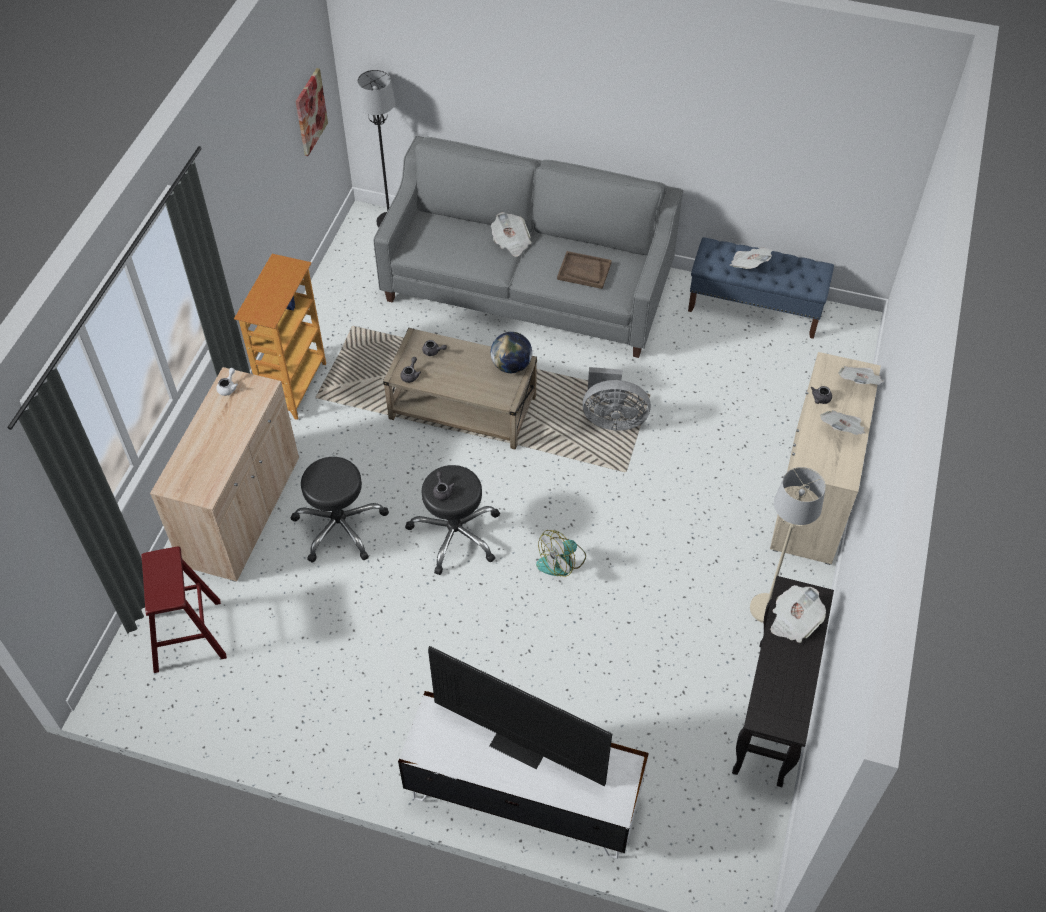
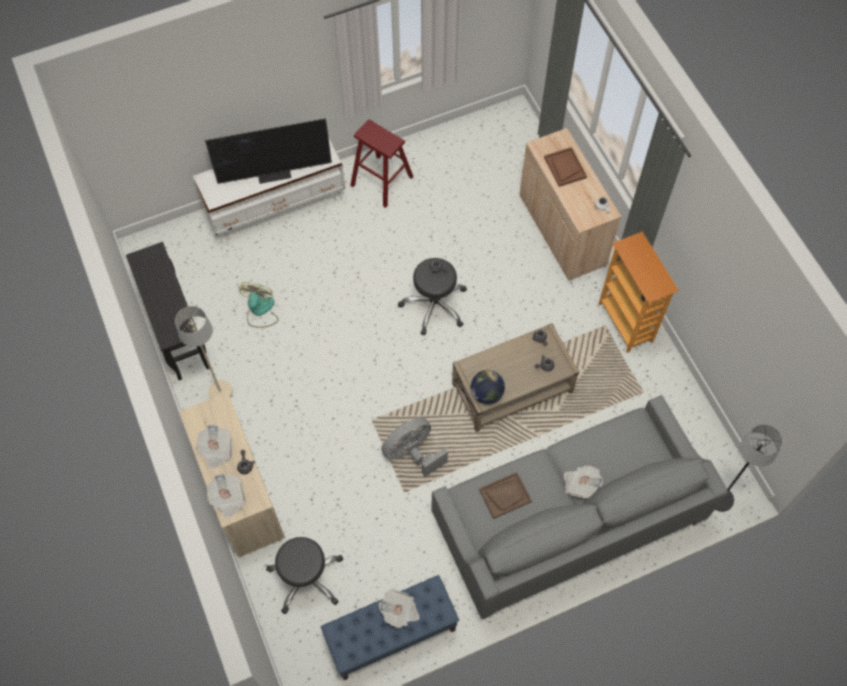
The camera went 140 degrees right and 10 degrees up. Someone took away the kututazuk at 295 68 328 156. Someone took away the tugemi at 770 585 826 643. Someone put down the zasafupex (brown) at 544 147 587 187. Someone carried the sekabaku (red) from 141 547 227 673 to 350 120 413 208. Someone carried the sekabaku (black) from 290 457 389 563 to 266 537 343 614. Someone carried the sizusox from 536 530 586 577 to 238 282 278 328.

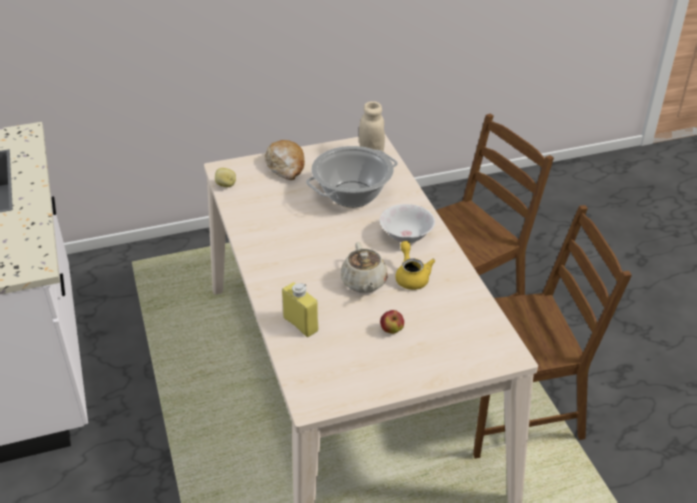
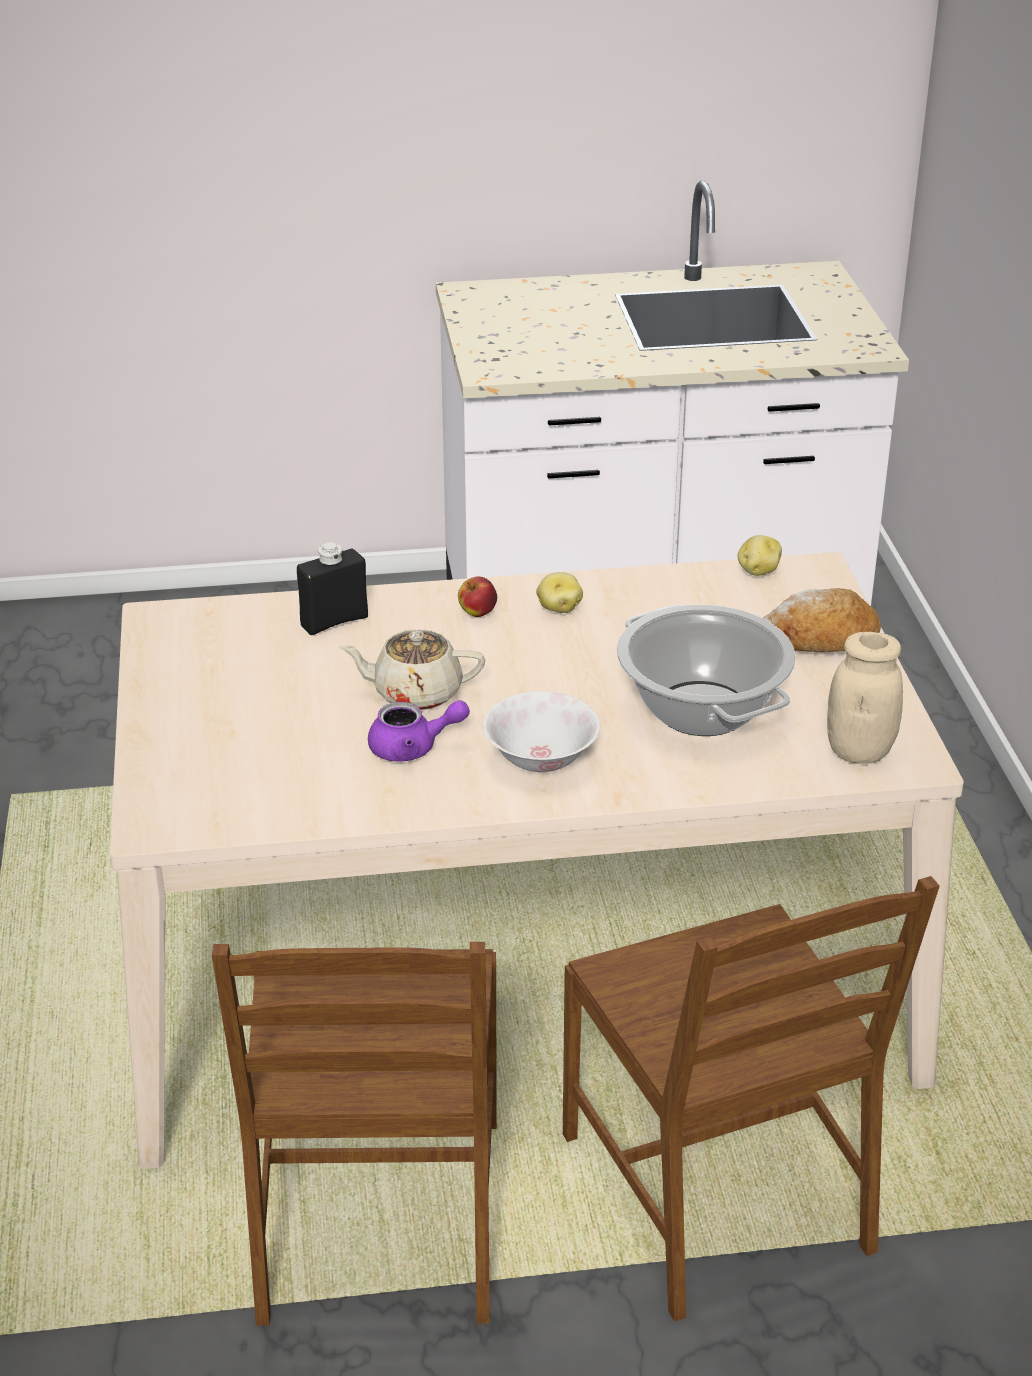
The camera went 100 degrees right and 5 degrees down. Someone put down the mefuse at 536 572 583 613. Someone carried the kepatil from 380 310 404 334 to 458 577 497 617. Someone repainted the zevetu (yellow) at 282 282 318 337, which became the zevetu (black) at 297 542 368 635. Someone repainted the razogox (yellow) at 395 241 436 290, which became the razogox (purple) at 368 700 470 762.

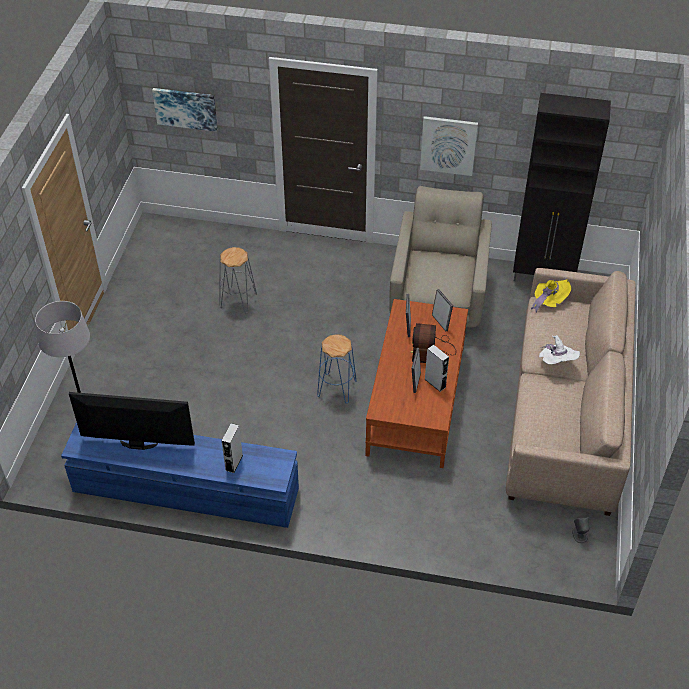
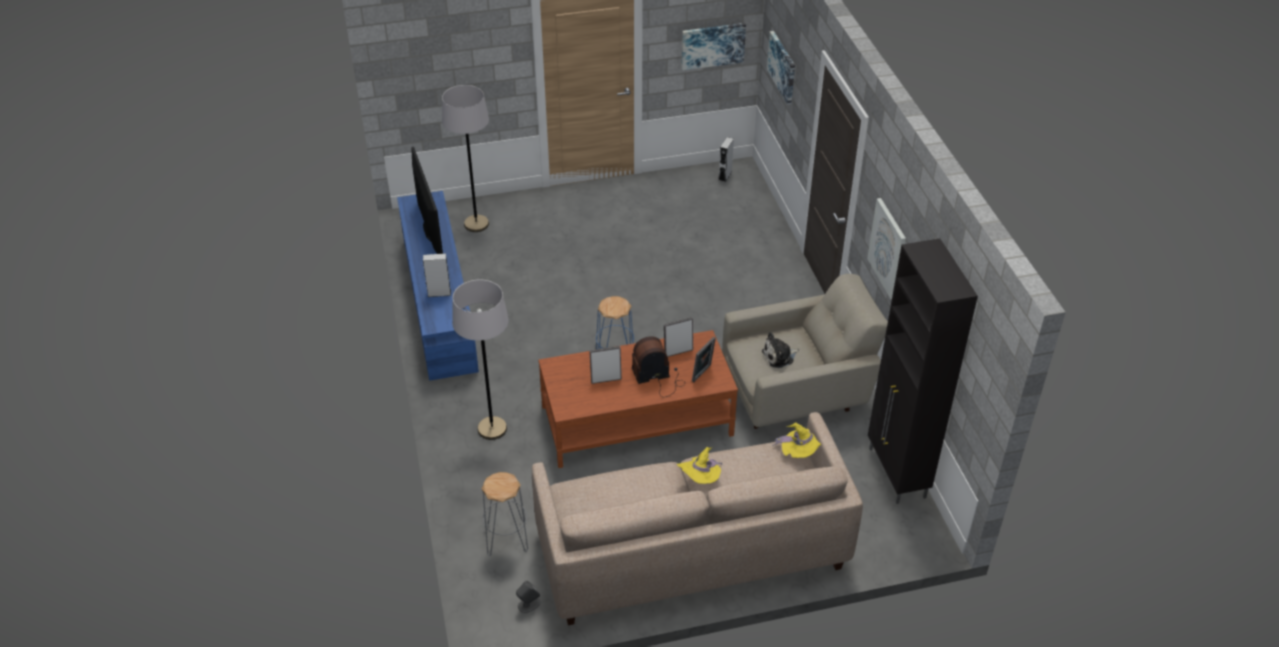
The camera went 65 degrees right and 5 degrees down. Someone put down the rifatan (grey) at 452 280 509 440. Someone put up the kututazuk at 681 23 746 70. Someone put down the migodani at 762 332 799 368. Someone carried the sekabaku (grey) from 219 247 257 313 to 482 472 528 556. Someone carried the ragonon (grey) from 425 345 449 392 to 719 137 734 182. Someone repainted the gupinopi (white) at 539 335 580 365, which became the gupinopi (yellow) at 677 447 723 484.

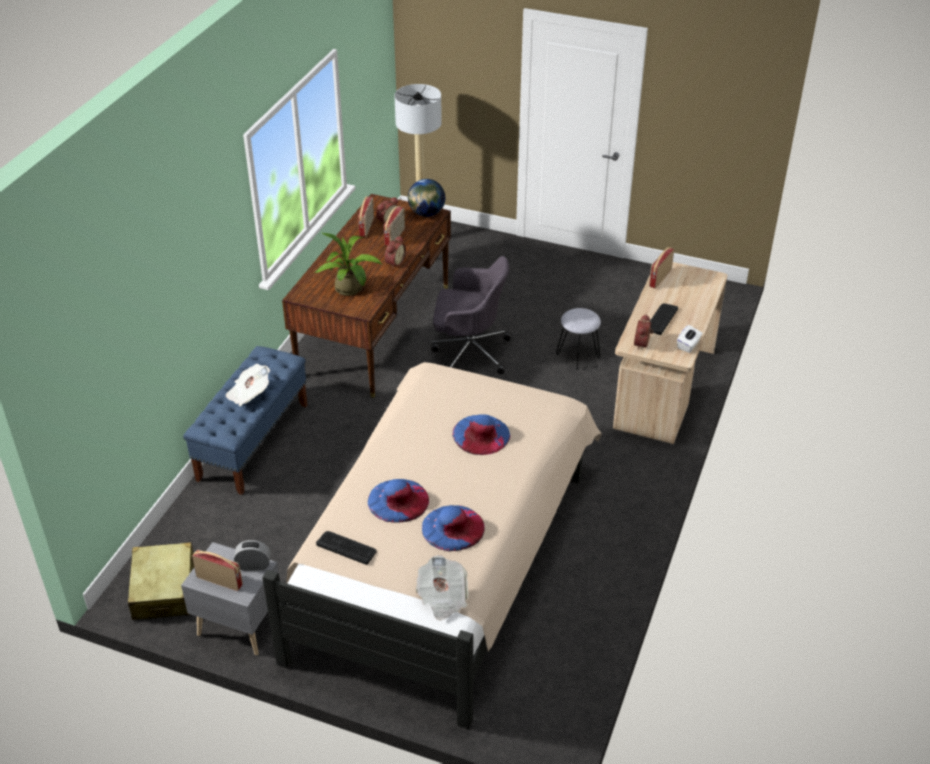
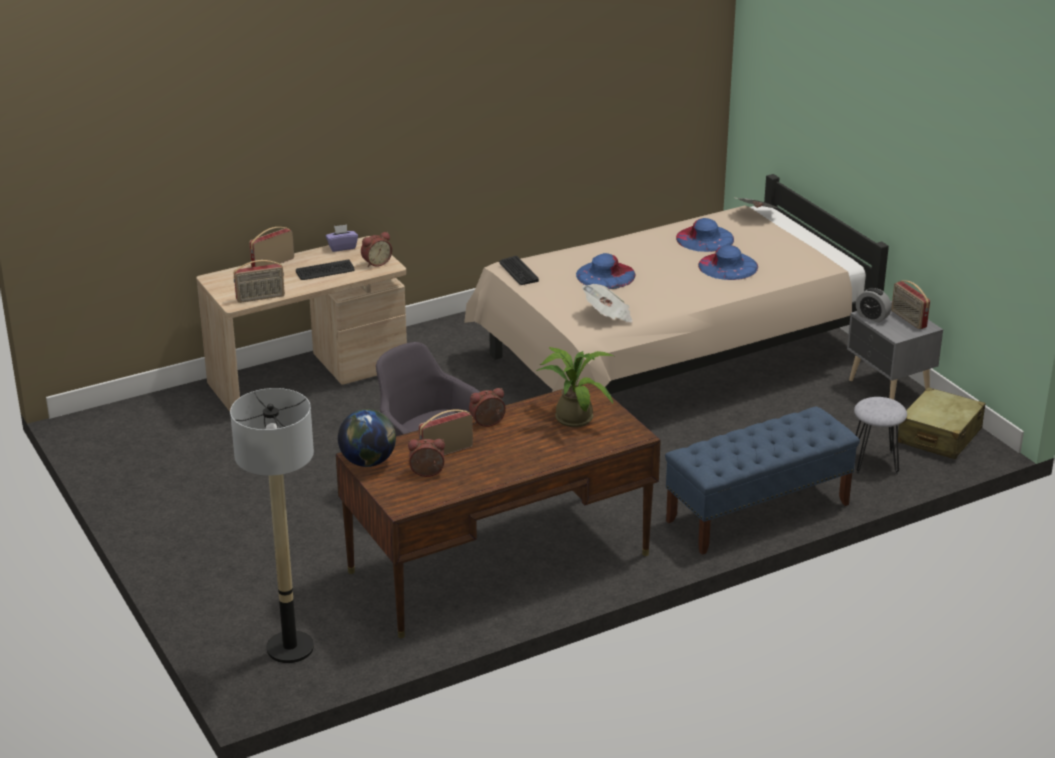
The camera went 140 degrees left and 10 degrees down. Someone carried the tugemi from 226 364 270 406 to 582 284 632 323. Someone carried the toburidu from 316 531 377 565 to 499 256 539 285. Someone carried the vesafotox from 358 196 374 237 to 249 227 294 267. Someone carried the sekabaku (grey) from 556 308 601 370 to 854 397 907 474. Someone repainted the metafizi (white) at 677 325 703 353, which became the metafizi (purple) at 326 224 358 252.

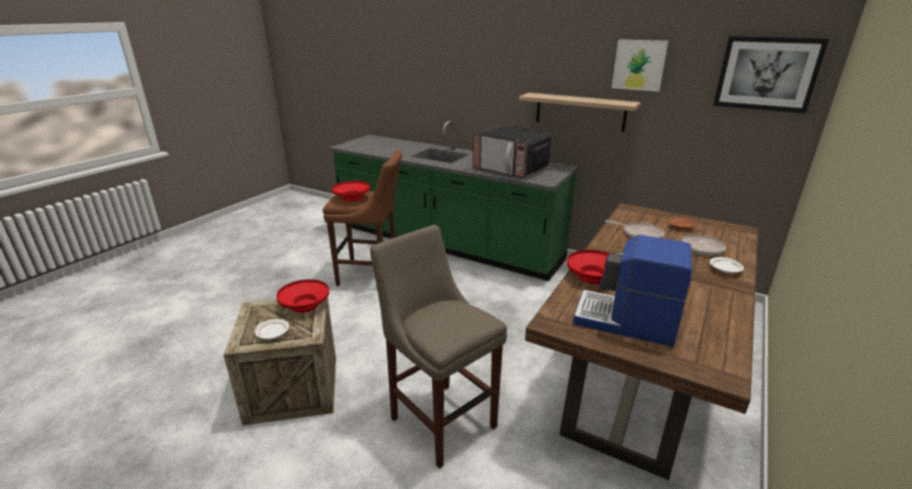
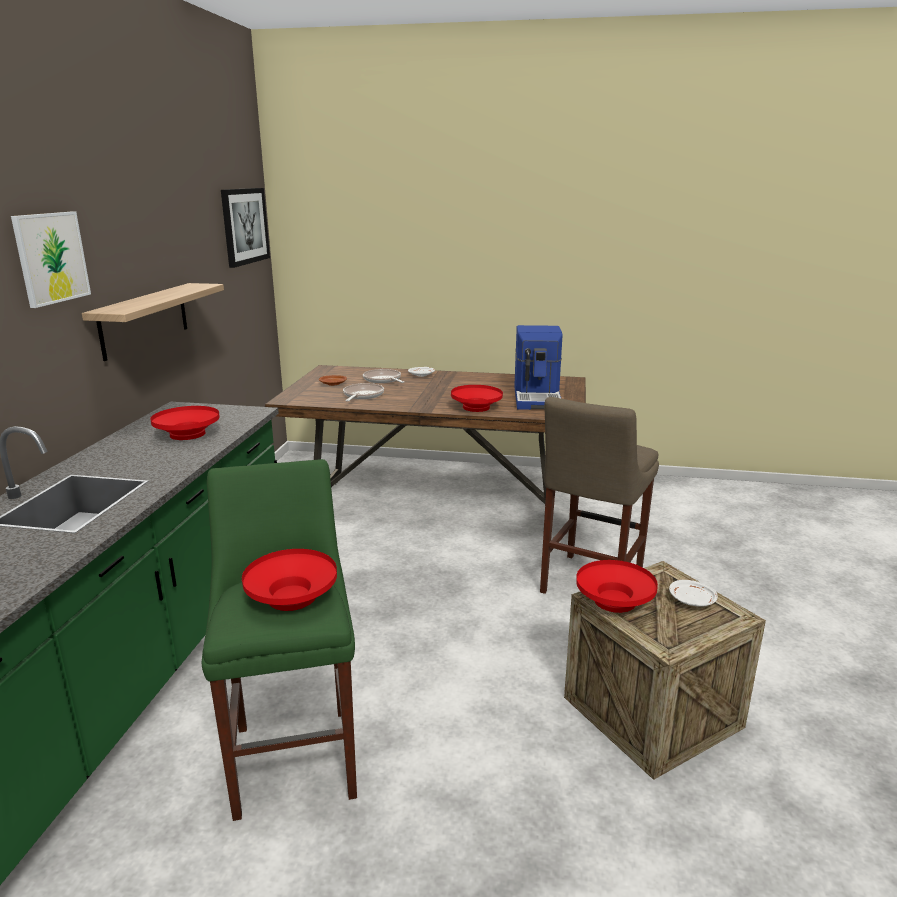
The camera went 110 degrees left and 5 degrees down. Someone carried the kututazuk from 612 39 668 92 to 11 212 91 308. Someone swapped the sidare at 473 125 551 178 for the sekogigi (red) at 150 406 220 440. Someone repainted the sekabaku (brown) at 323 150 402 286, which became the sekabaku (green) at 202 459 357 821.

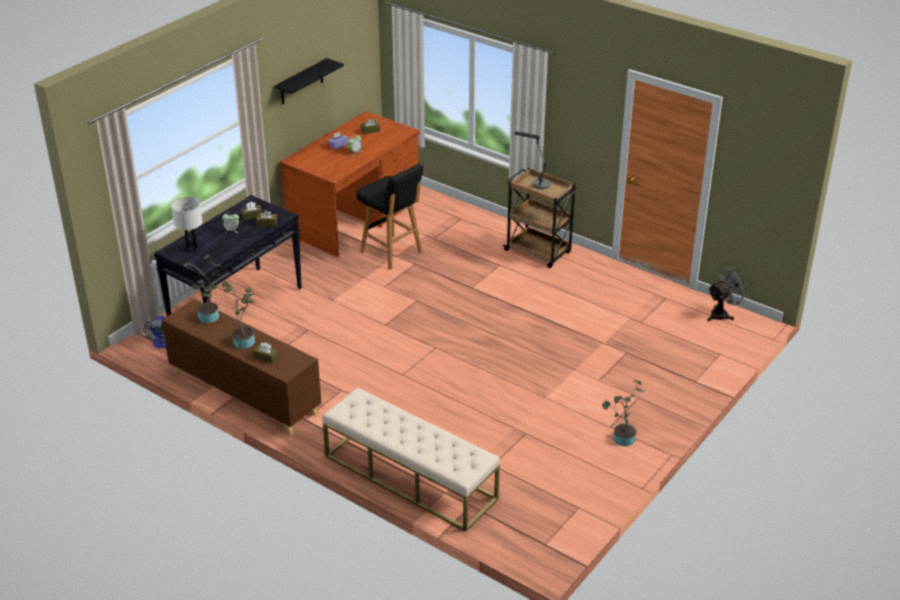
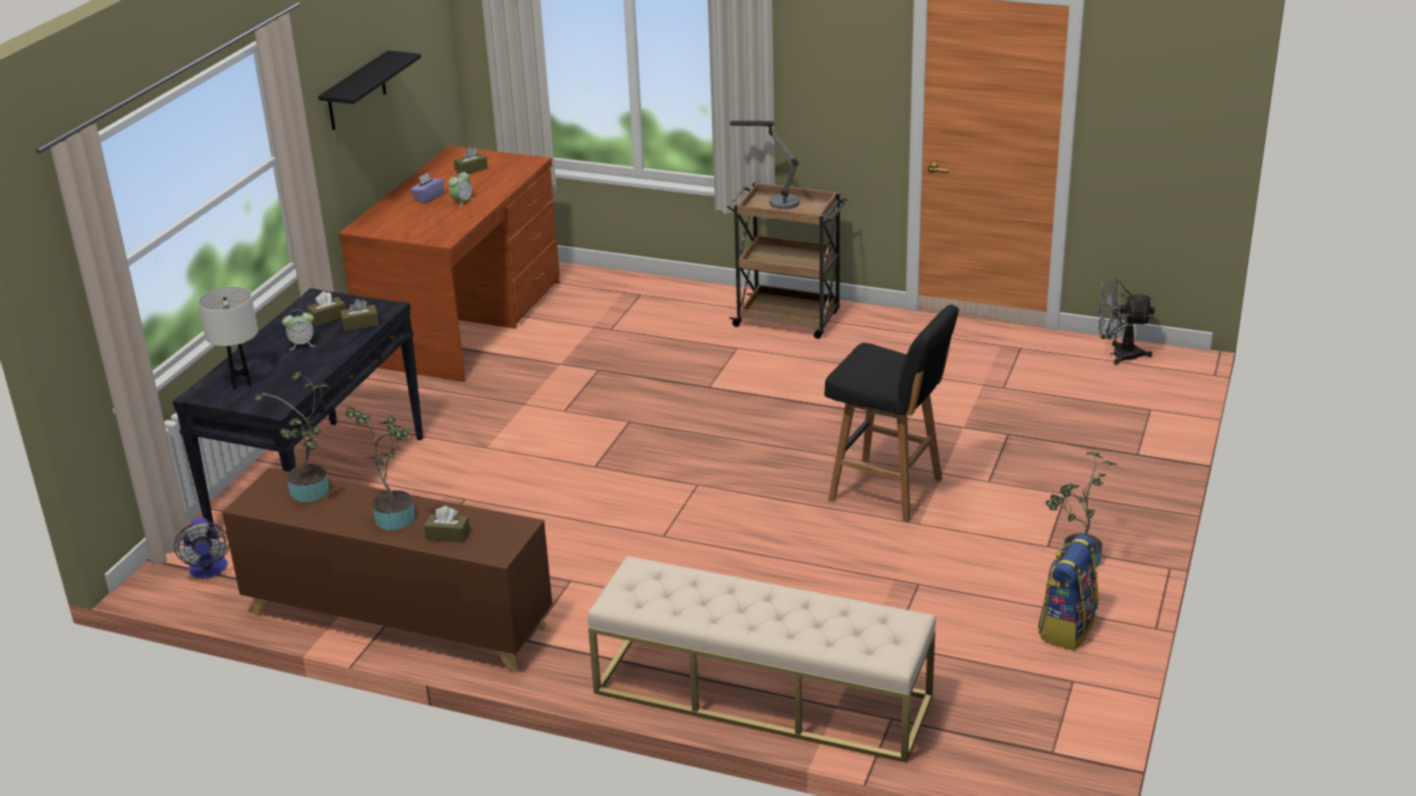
The camera went 15 degrees left and 5 degrees down. Someone put down the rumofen at 1038 534 1099 651. Someone carried the sekabaku (black) from 357 164 423 270 to 824 305 959 523. Someone rotated the sizusox (grey) at 707 267 749 321 by 120 degrees counterclockwise.

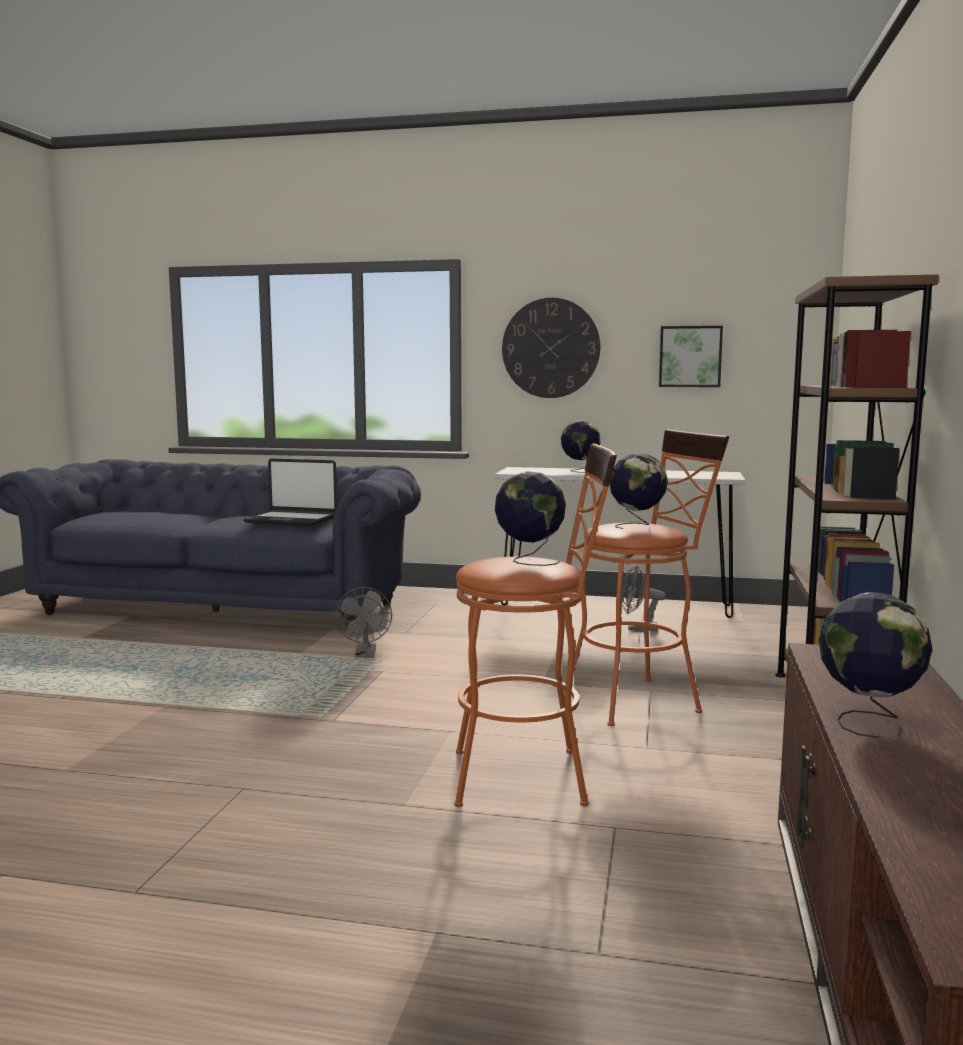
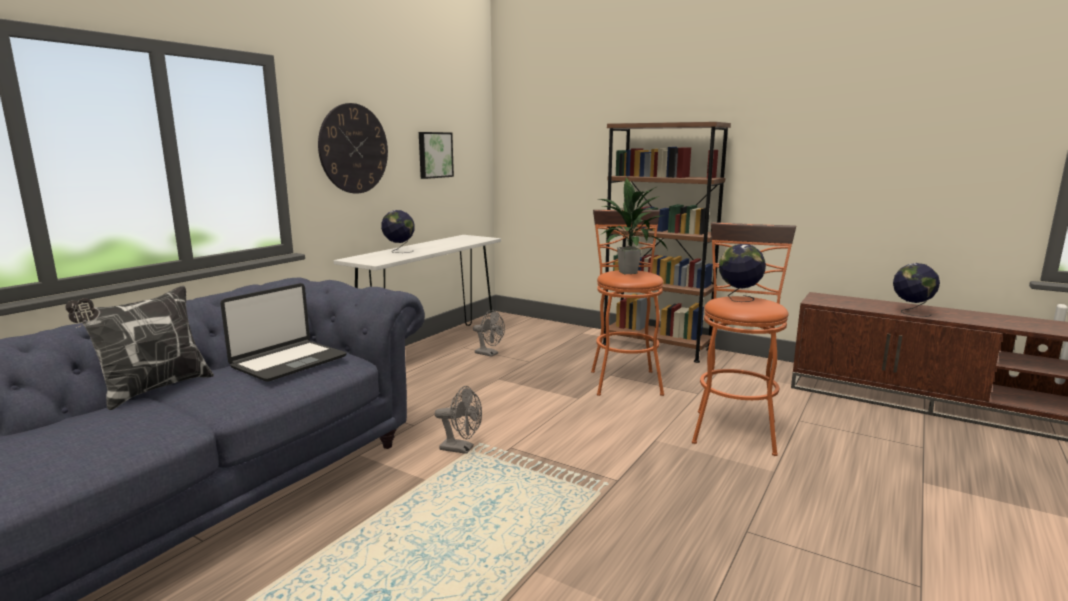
The camera went 70 degrees left and 5 degrees up. Someone put down the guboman at 65 286 214 410. Someone swapped the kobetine at 609 453 668 529 for the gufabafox at 599 177 668 274. Someone rotated the sizusox (grey) at 621 565 666 631 by 90 degrees counterclockwise.

